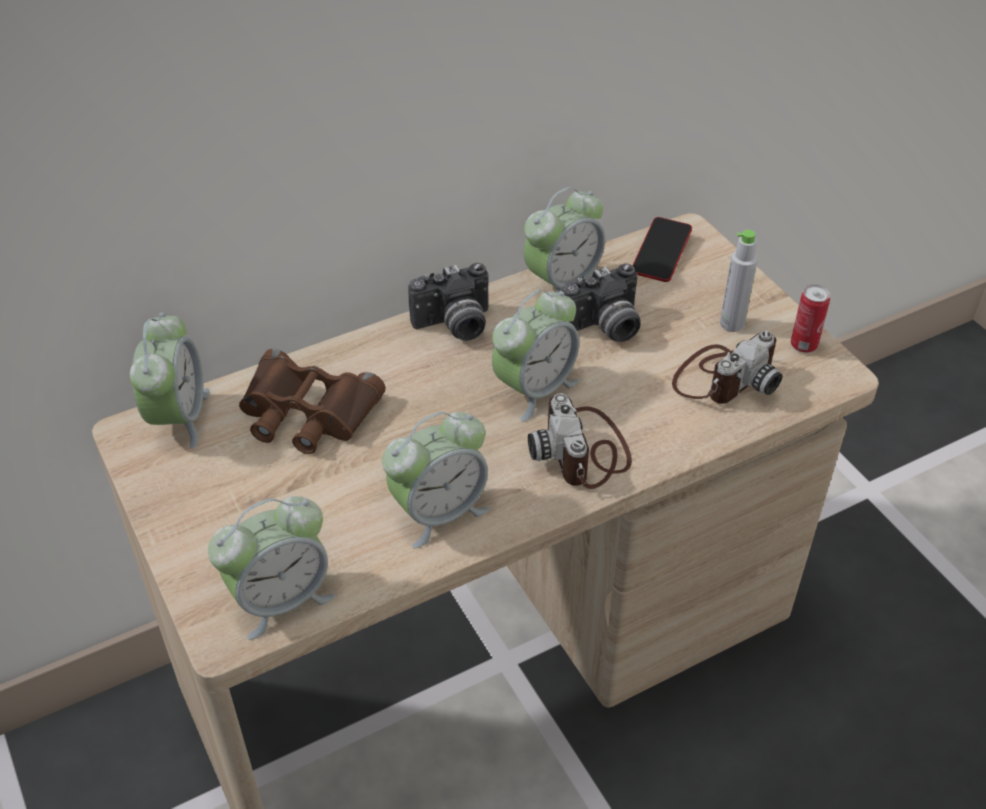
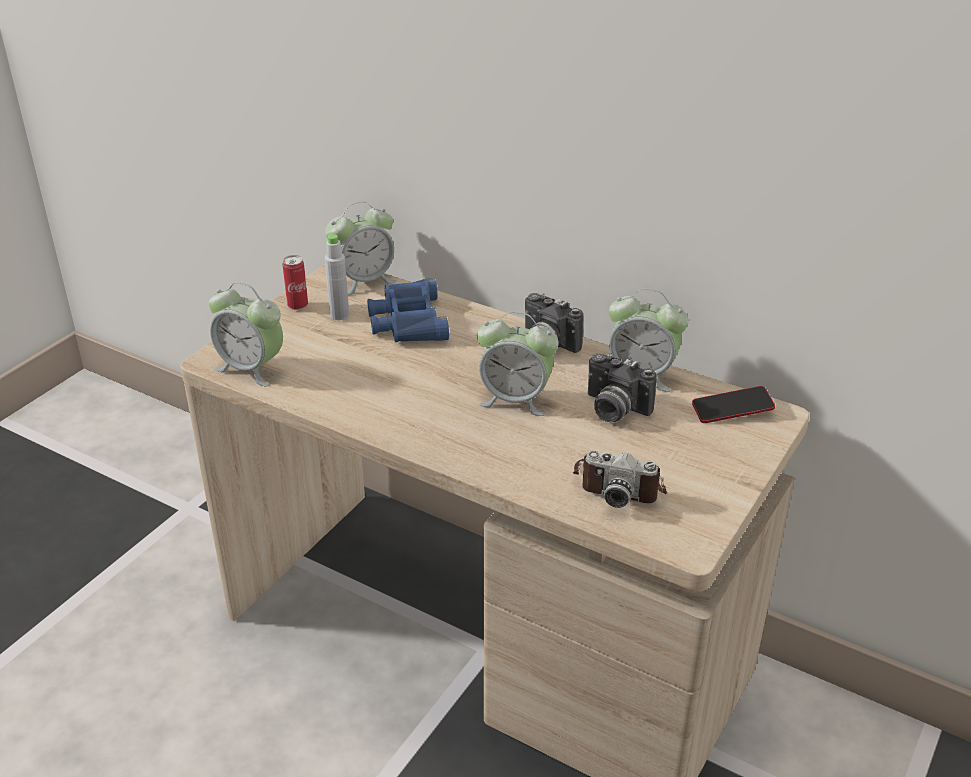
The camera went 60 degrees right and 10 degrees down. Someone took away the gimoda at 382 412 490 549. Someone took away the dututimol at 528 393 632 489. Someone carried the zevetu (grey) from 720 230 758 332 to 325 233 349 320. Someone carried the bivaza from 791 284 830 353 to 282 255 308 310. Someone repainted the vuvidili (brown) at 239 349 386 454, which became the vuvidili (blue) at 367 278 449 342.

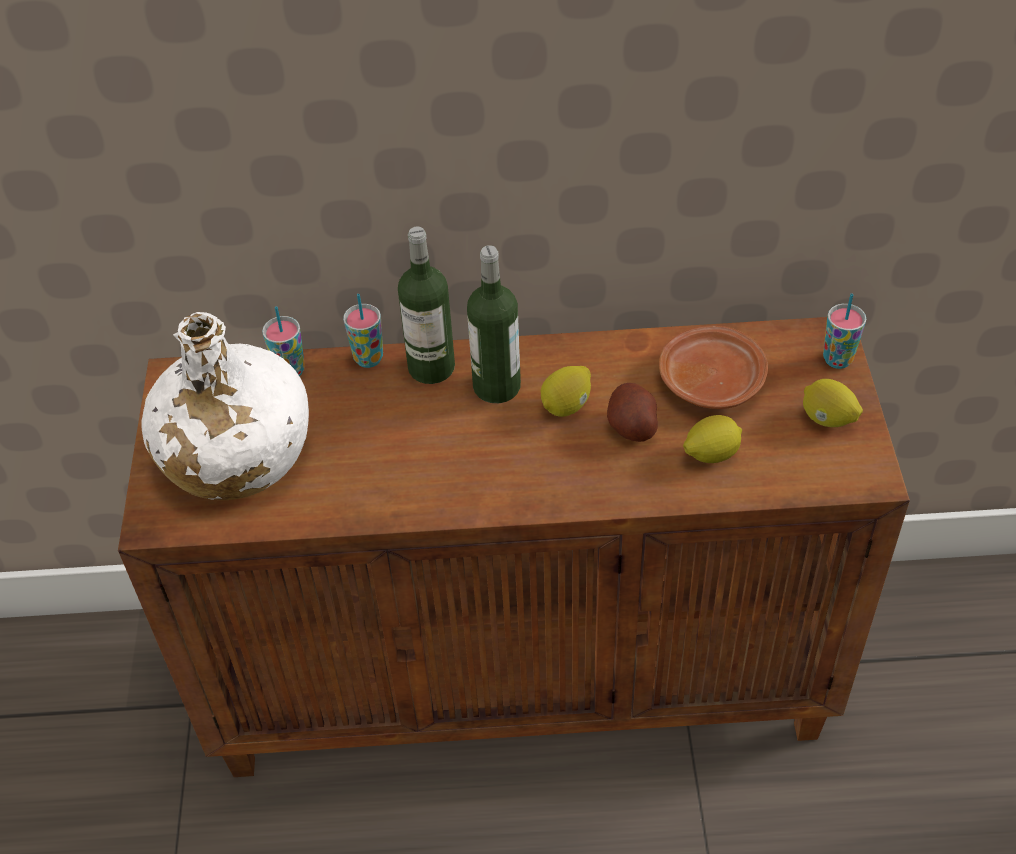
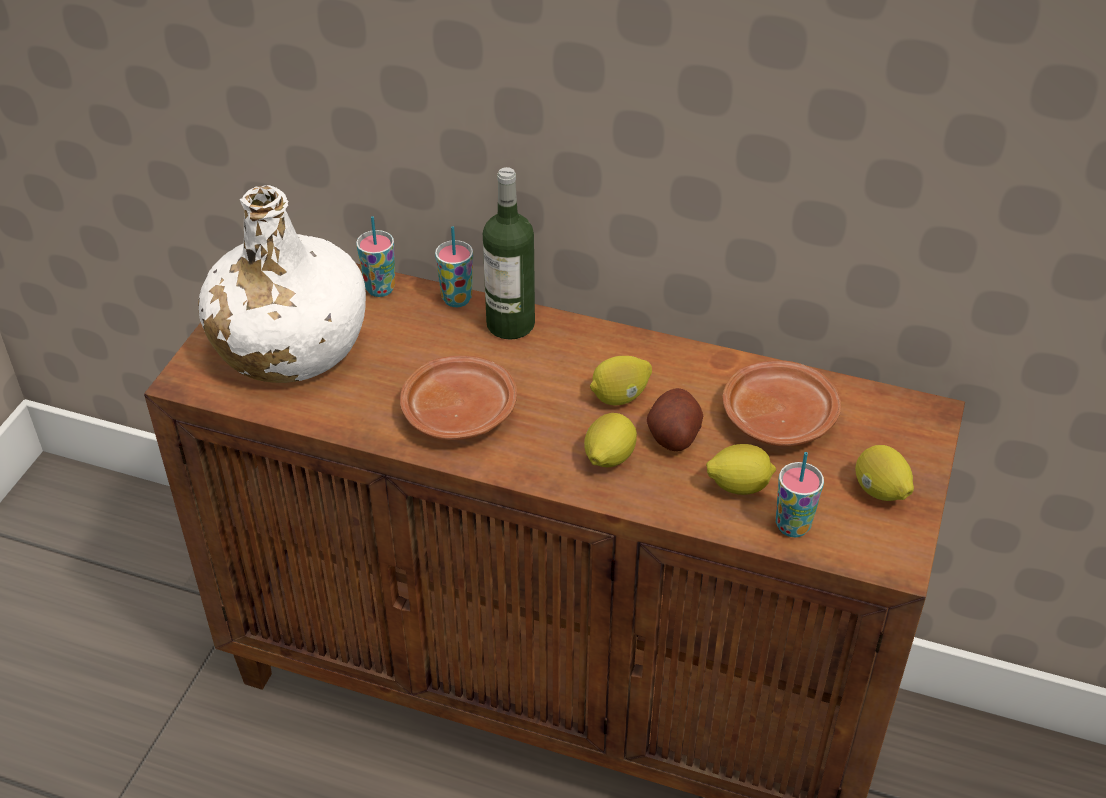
The camera went 20 degrees right and 5 degrees down. Someone took away the zevetu at 467 245 521 403. Someone put down the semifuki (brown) at 400 355 517 440. Someone put down the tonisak at 584 413 637 467. Someone carried the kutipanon from 823 293 866 369 to 776 452 824 537.

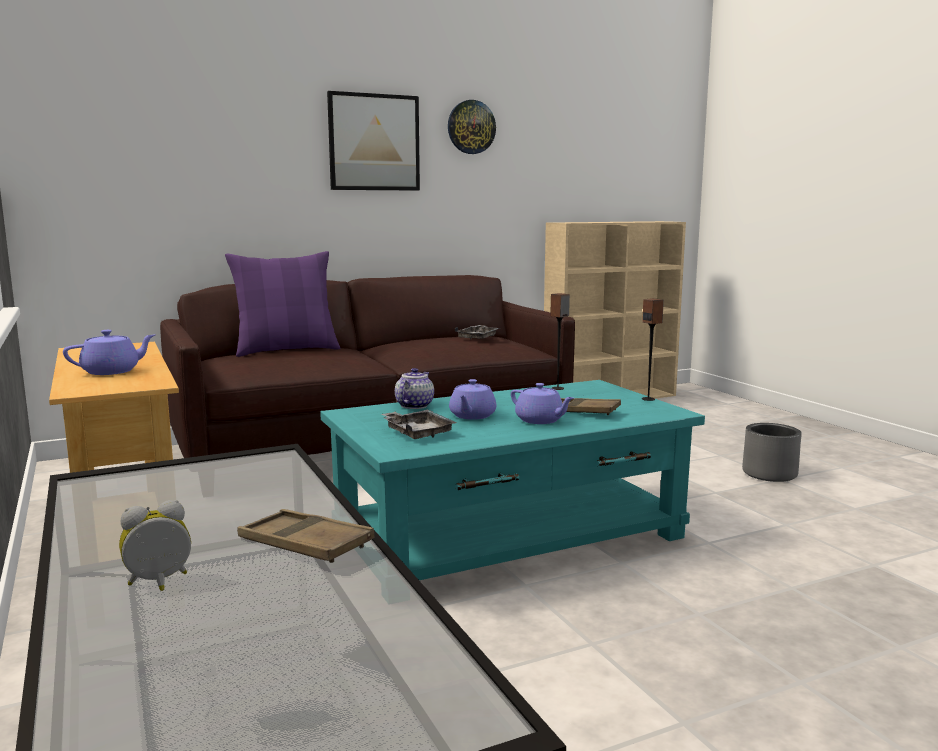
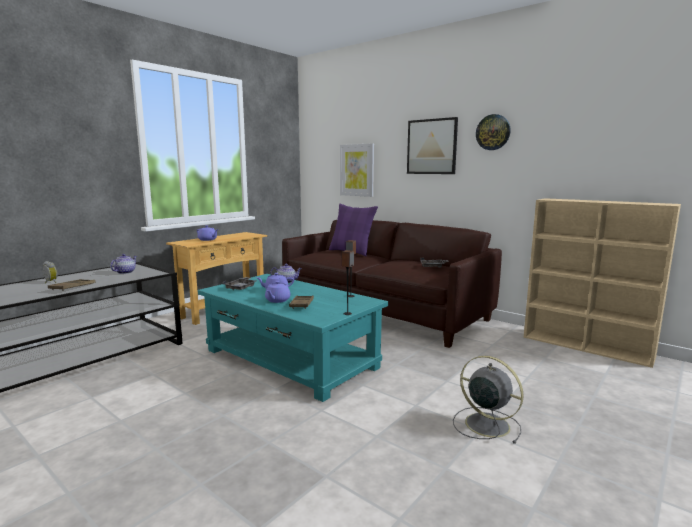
The camera went 65 degrees right and 0 degrees up. Someone put down the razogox at 110 254 137 274. Someone put up the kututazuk at 340 143 374 197. Someone swapped the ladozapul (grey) at 742 423 802 482 for the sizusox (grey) at 453 356 524 444.

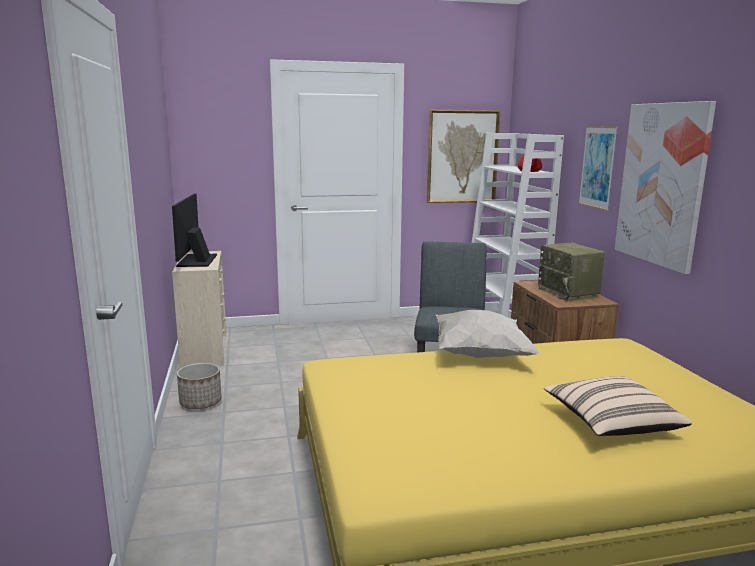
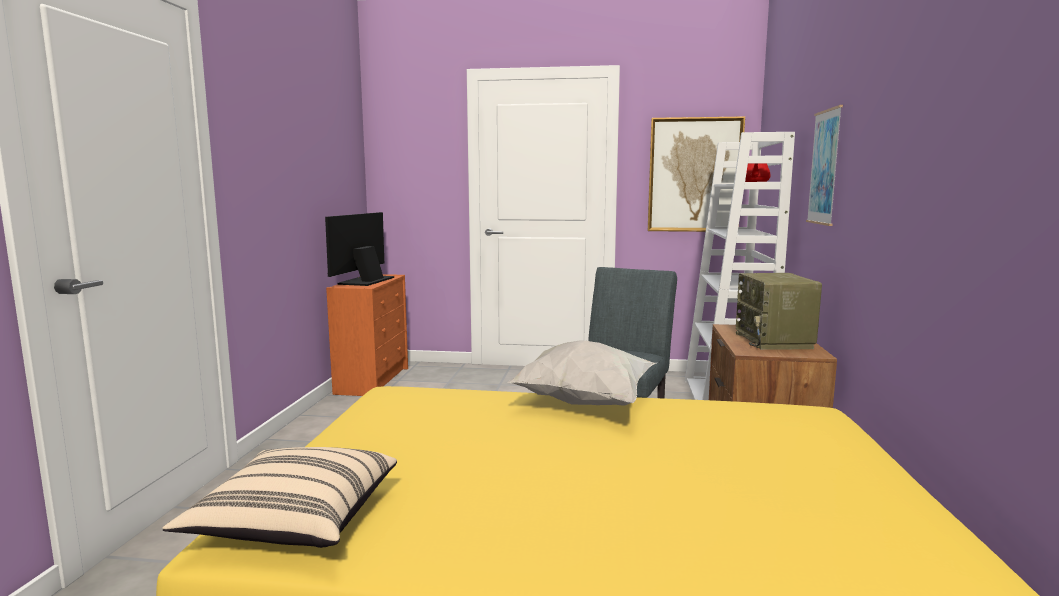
The camera went 20 degrees right and 5 degrees down. Someone took away the ladozapul at 177 363 222 409. Someone took away the kututazuk at 614 101 716 274. Someone carried the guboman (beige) from 544 376 692 436 to 162 447 397 548. Someone repainted the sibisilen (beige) at 172 251 227 369, which became the sibisilen (orange) at 326 274 408 396.

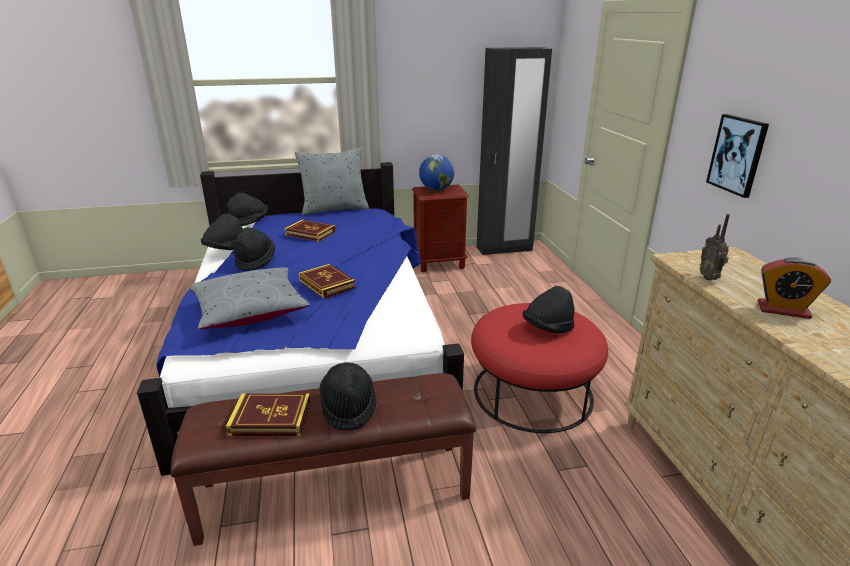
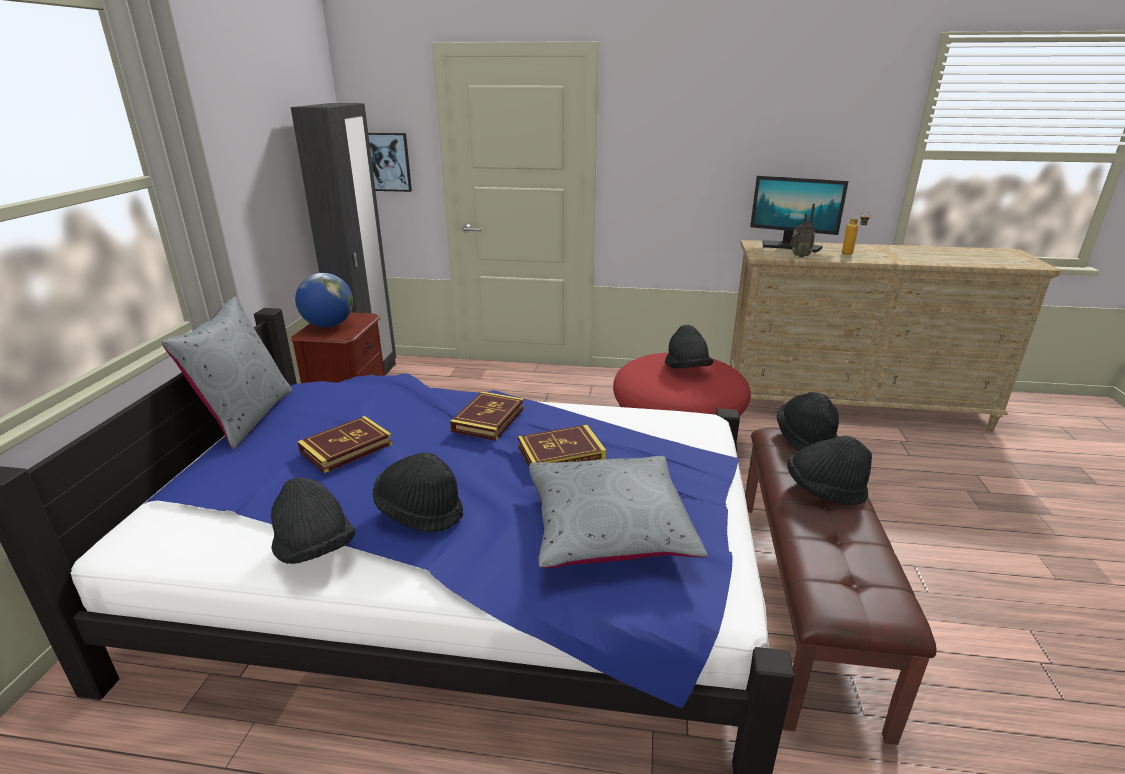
The camera went 70 degrees left and 0 degrees up. Someone put down the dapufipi at 750 176 849 253. Someone carried the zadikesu from 226 394 311 436 to 450 391 524 441. Someone carried the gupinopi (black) from 228 193 268 226 to 777 392 839 451. Someone carried the kututazuk from 706 114 769 198 to 368 133 412 192. Someone swapped the gimoda at 758 257 831 319 for the zevetu at 842 211 870 255.

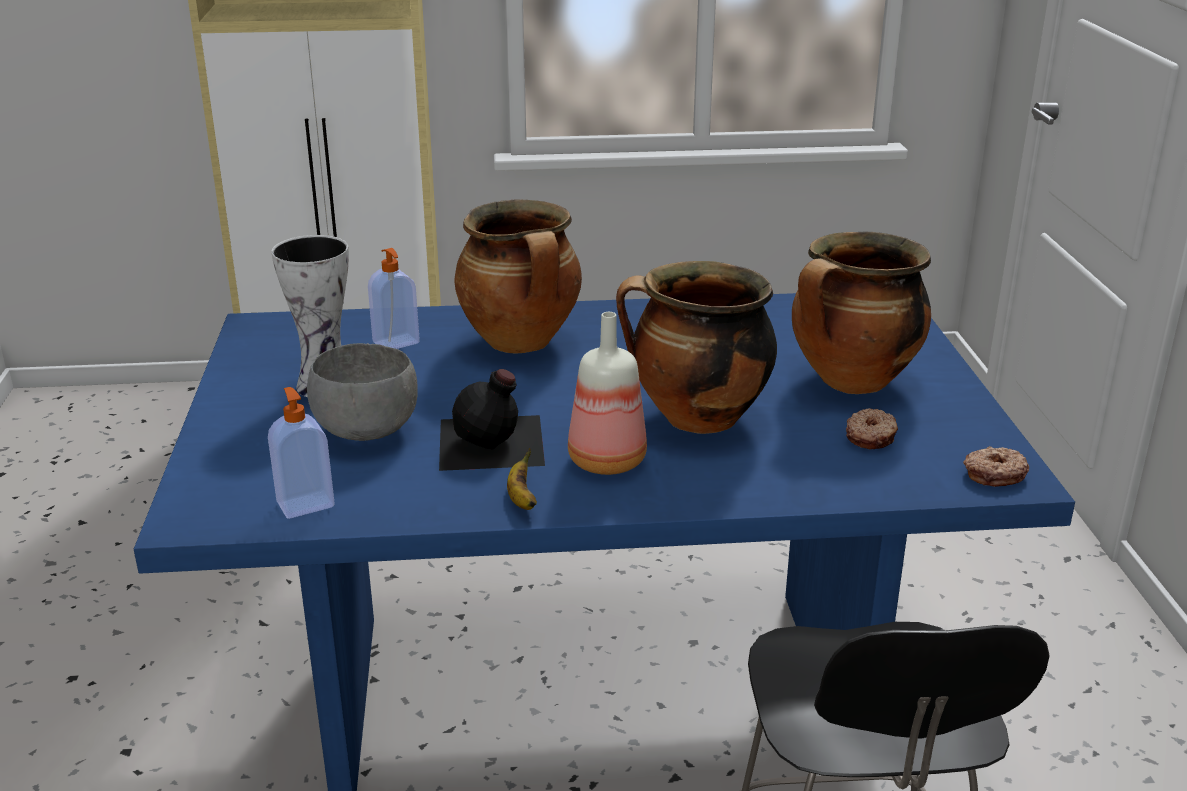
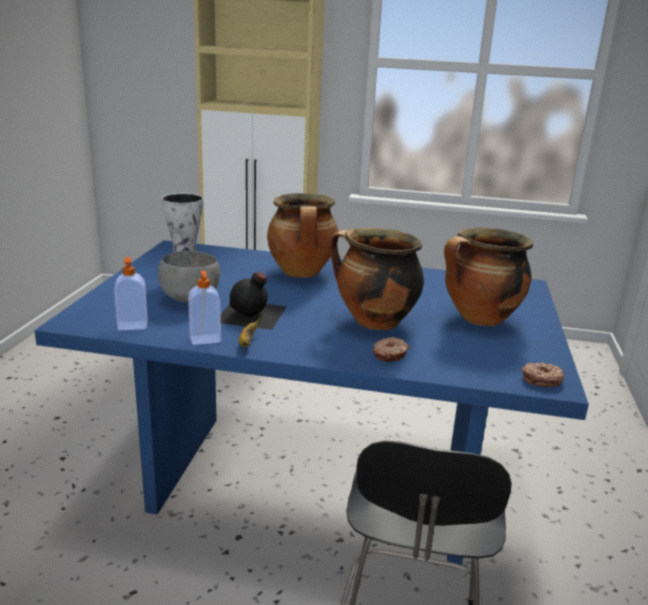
The camera went 15 degrees right and 5 degrees down. Someone took away the zevetu at 568 312 647 475. Someone carried the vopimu from 368 248 420 349 to 188 271 221 345. Someone carried the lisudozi from 846 408 898 449 to 373 337 409 362.

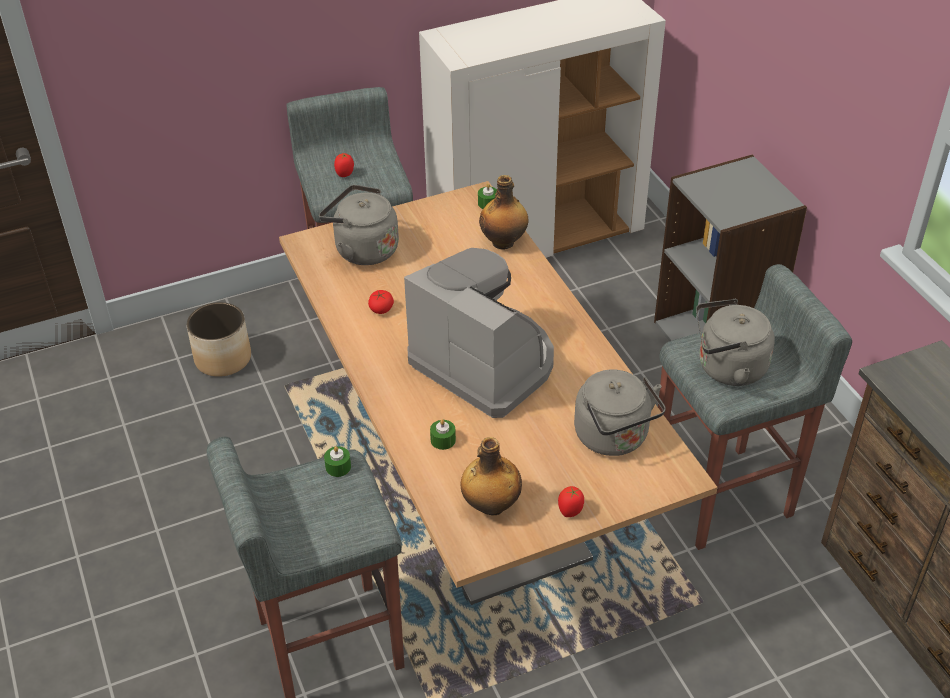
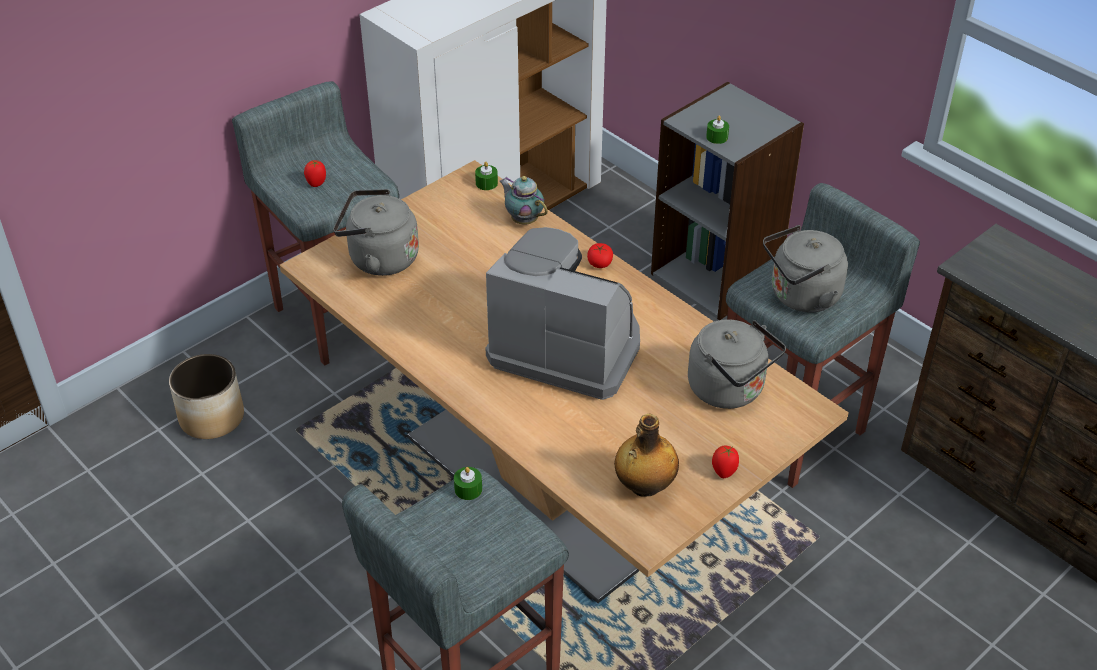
The camera went 20 degrees left and 0 degrees up. Someone carried the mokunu from 368 290 394 314 to 587 243 613 268. Someone carried the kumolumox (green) from 430 419 456 450 to 706 116 729 144. Someone swapped the zevetu at 479 175 529 250 for the razogox at 499 176 548 225.

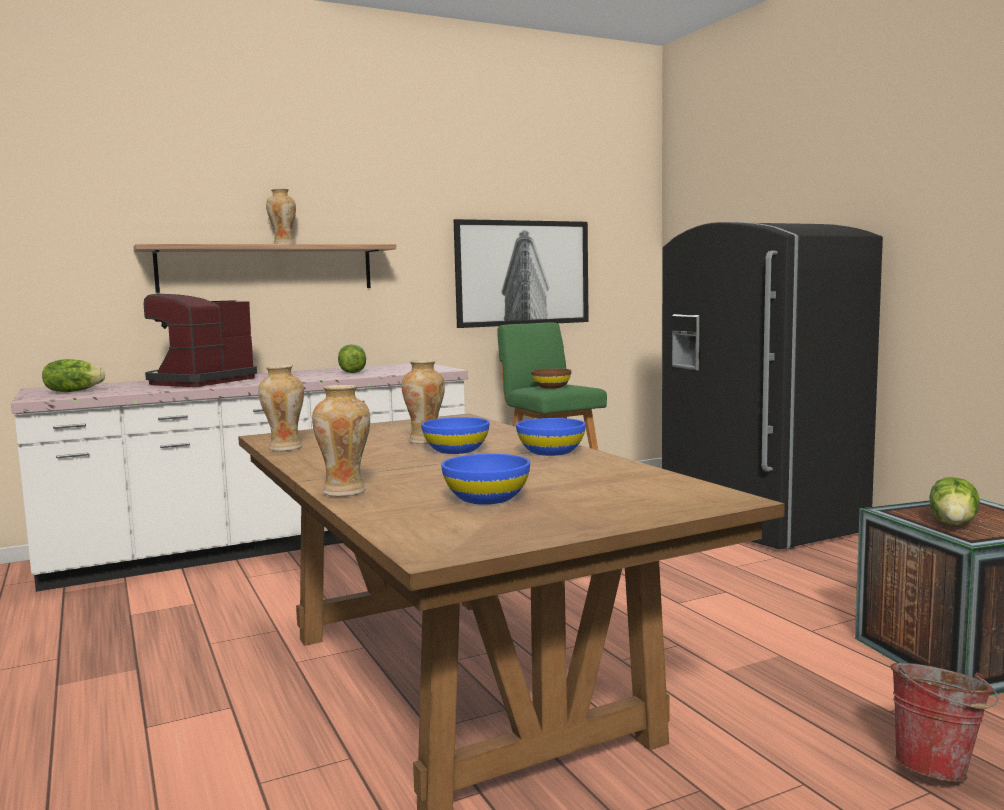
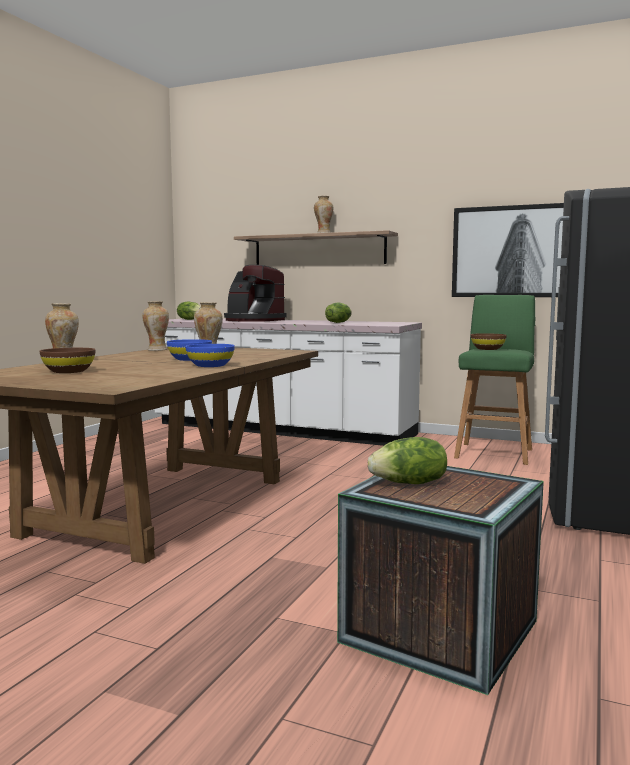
The camera went 50 degrees right and 0 degrees up. Someone took away the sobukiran at 890 663 999 782. Someone repainted the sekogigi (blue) at 441 454 530 505, which became the sekogigi (brown) at 40 348 96 373. Someone rotated the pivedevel at 143 294 257 387 by 135 degrees counterclockwise.

